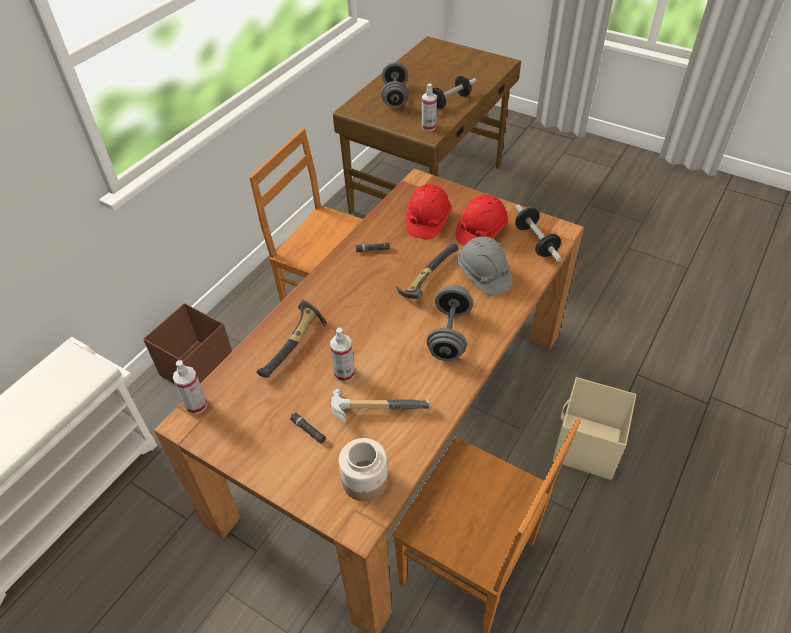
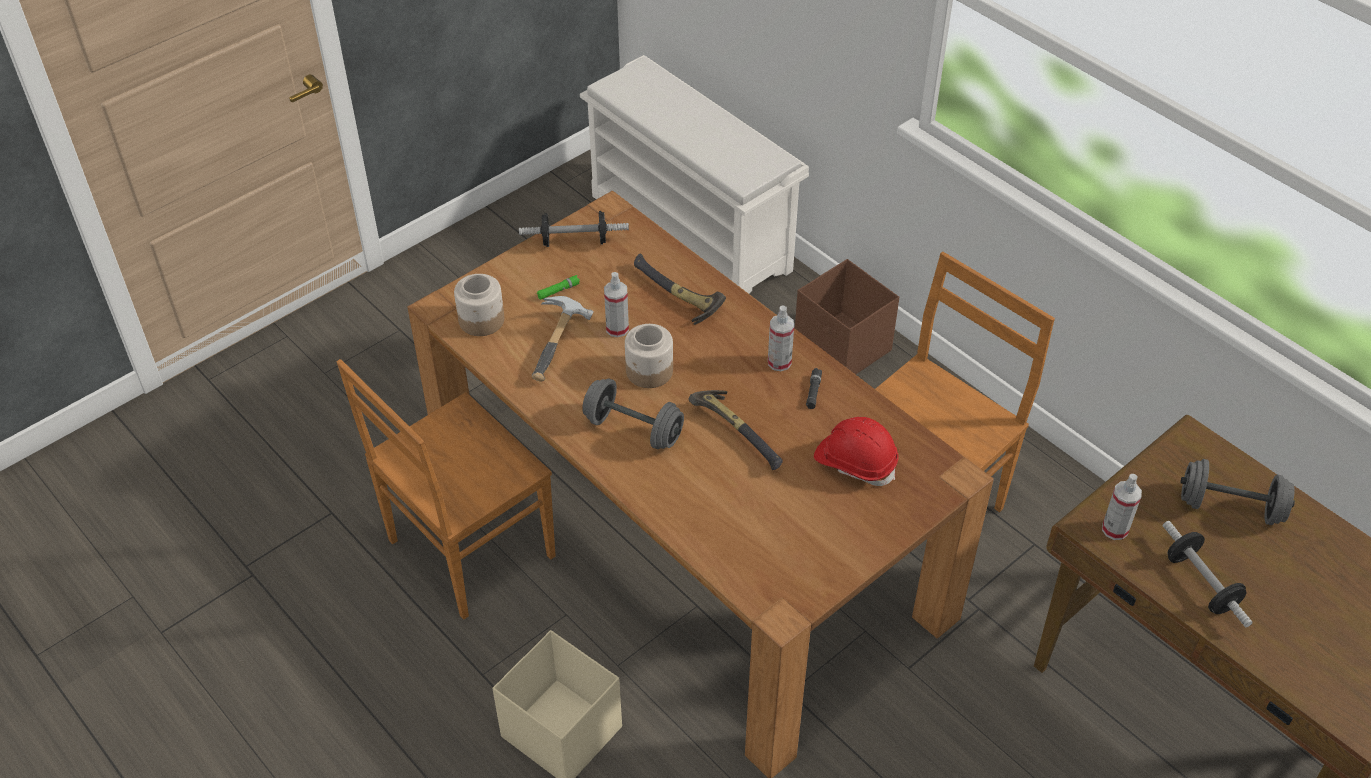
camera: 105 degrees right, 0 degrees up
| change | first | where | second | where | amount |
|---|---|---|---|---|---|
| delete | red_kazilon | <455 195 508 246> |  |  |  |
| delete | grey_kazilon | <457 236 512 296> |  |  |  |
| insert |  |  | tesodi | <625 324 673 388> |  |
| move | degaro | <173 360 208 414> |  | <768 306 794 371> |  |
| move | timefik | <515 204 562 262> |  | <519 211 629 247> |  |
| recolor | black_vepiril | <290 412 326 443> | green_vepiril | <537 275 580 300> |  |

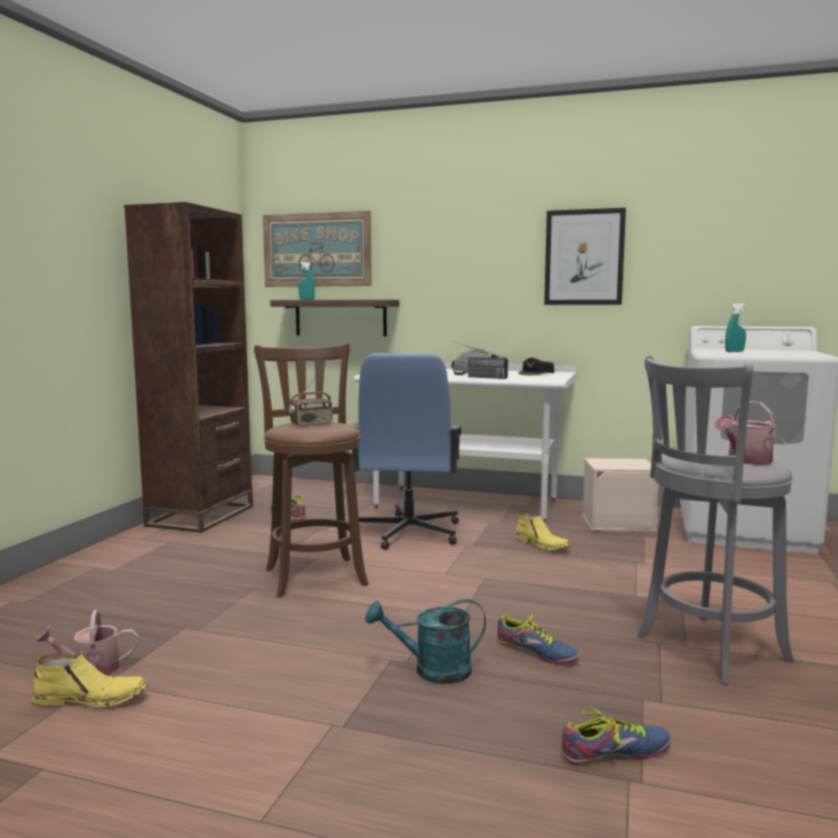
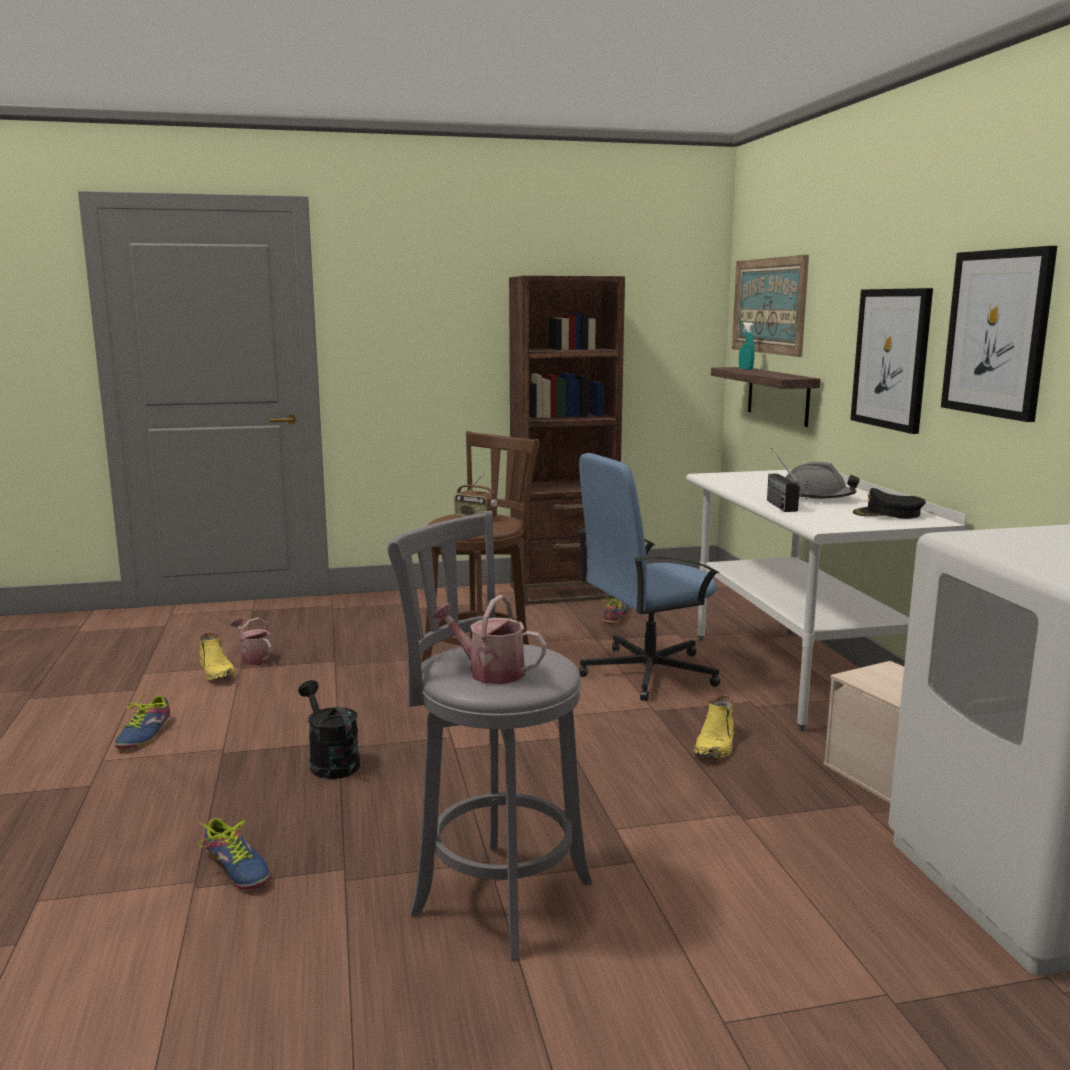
camera: 60 degrees right, 5 degrees up
| change | first | where | second | where | amount |
|---|---|---|---|---|---|
| delete | turquoise_degaro | <725 304 746 352> |  |  |  |
| insert |  |  | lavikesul | <850 288 933 434> |  |
| move | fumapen | <497 614 579 664> |  | <115 694 171 748> |  |
| recolor | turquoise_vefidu | <365 599 486 684> | black_vefidu | <298 680 360 779> |  |

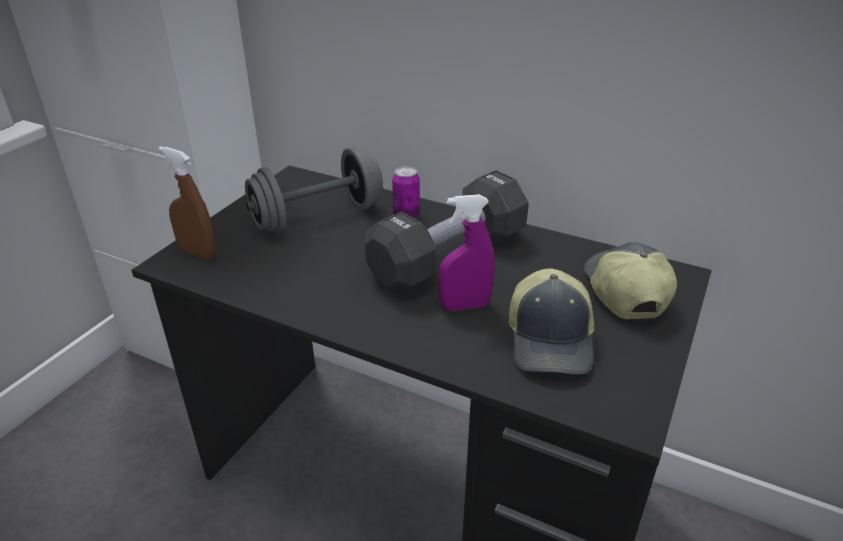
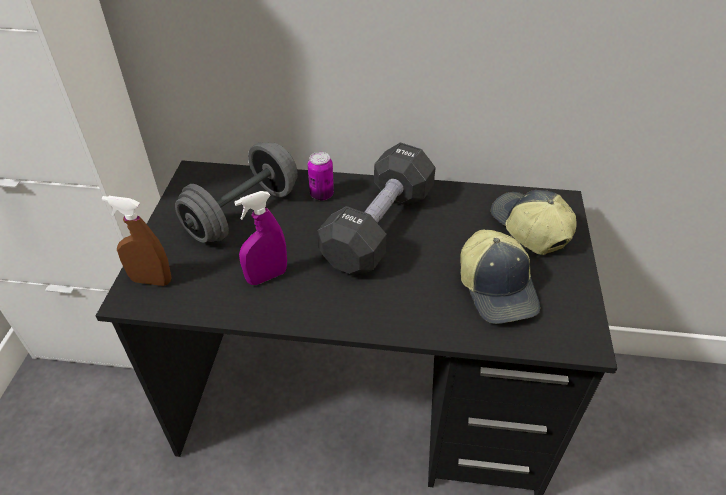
camera: 20 degrees left, 10 degrees up
| change | first | where | second | where | amount |
|---|---|---|---|---|---|
| move | purple_degaro | <438 194 494 311> |  | <234 191 287 285> |  |

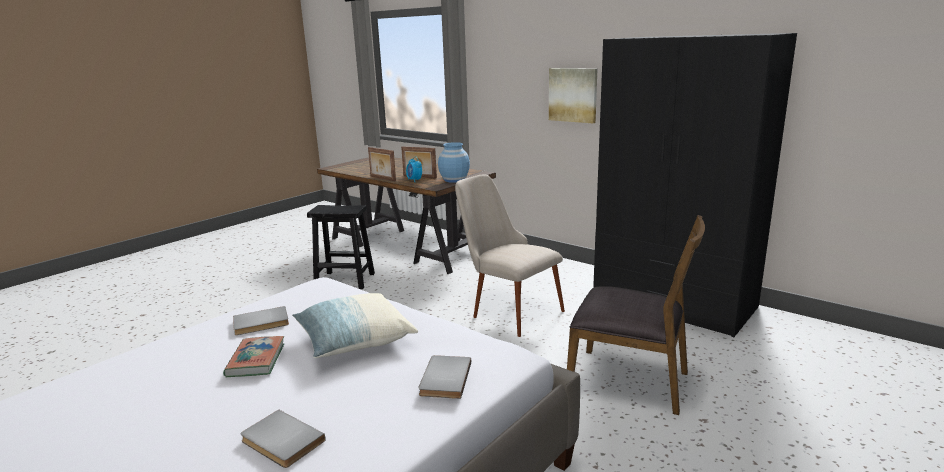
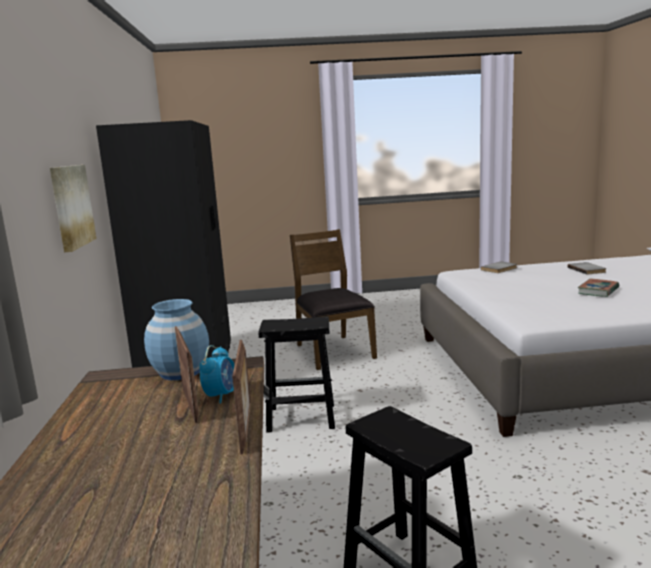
camera: 135 degrees left, 5 degrees down
| change | first | where | second | where | amount |
|---|---|---|---|---|---|
| delete | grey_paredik | <233 306 289 335> |  |  |  |
| delete | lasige | <292 293 418 358> |  |  |  |
| replace | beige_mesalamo | <455 174 565 337> | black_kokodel | <258 316 335 433> |  |

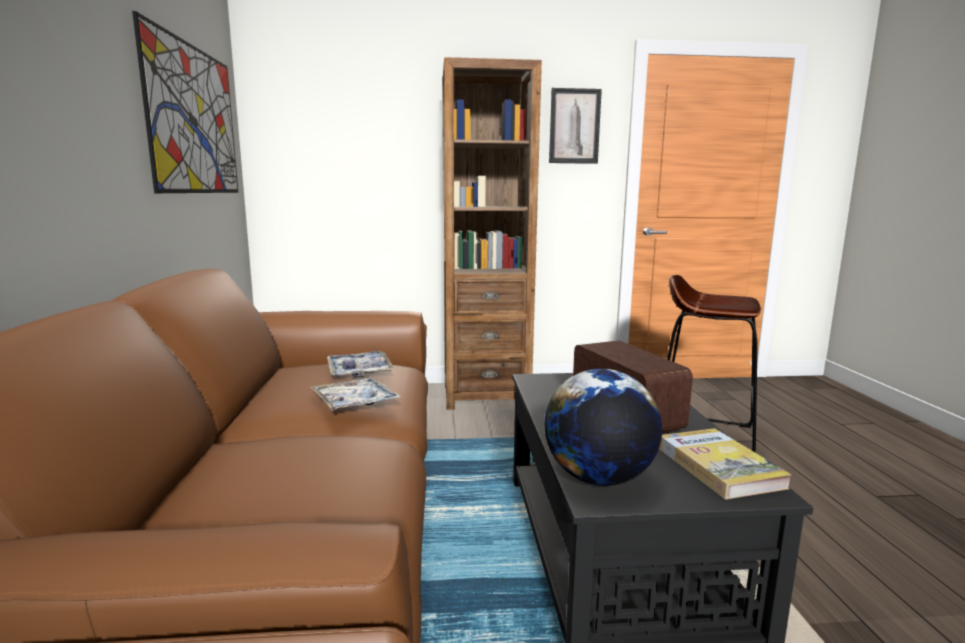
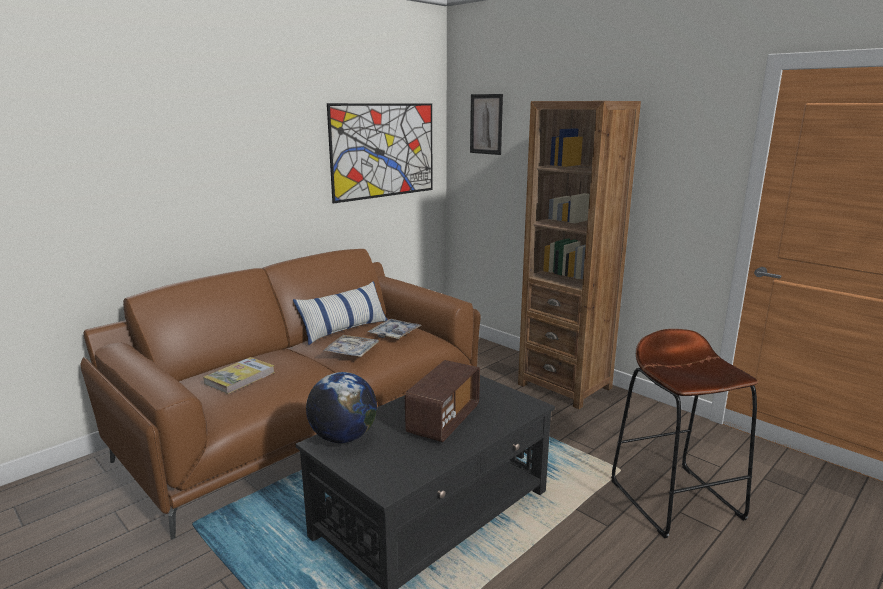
camera: 50 degrees right, 5 degrees up
| change | first | where | second | where | amount |
|---|---|---|---|---|---|
| insert |  |  | lasige | <293 281 388 345> |  |
| move | lavikesul | <549 88 602 164> |  | <470 94 503 155> |  |
| move | paredik | <659 428 792 500> |  | <203 357 275 394> |  |

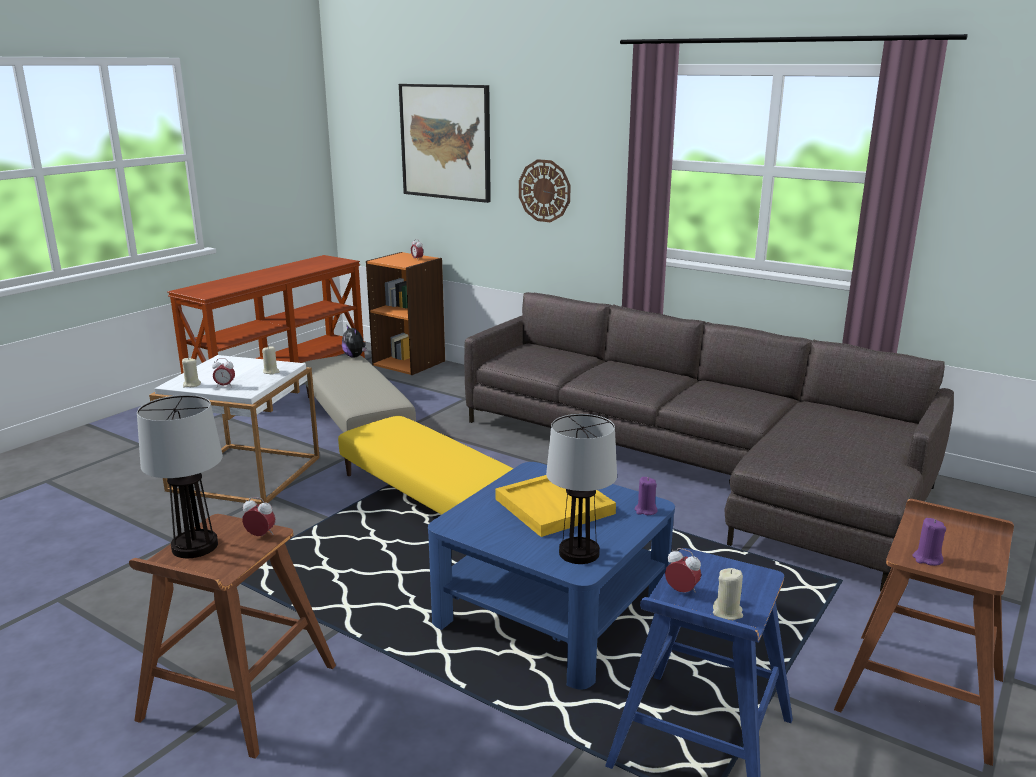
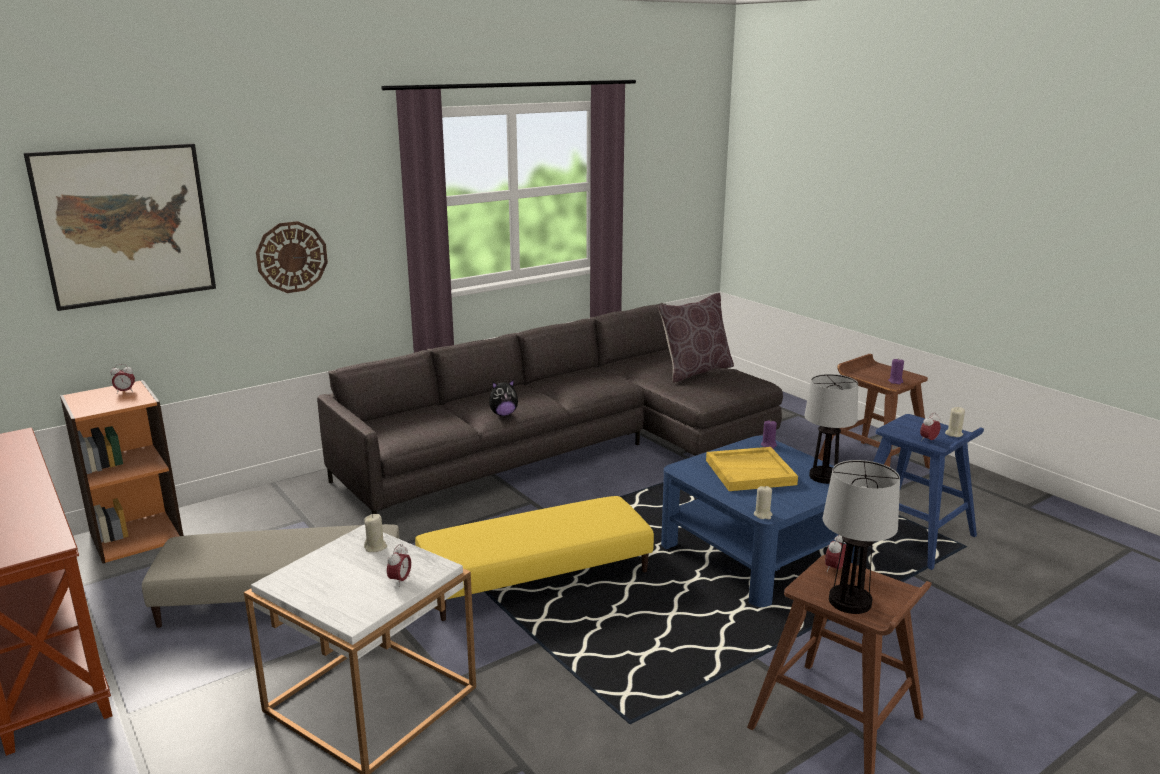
camera: 70 degrees left, 0 degrees up
| change | first | where | second | where | amount |
|---|---|---|---|---|---|
| insert |  |  | brown_lasige | <658 293 734 383> |  |
| move | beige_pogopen | <182 357 201 388> |  | <754 486 772 519> |  |
| move | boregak | <342 324 367 358> |  | <489 380 518 416> |  |

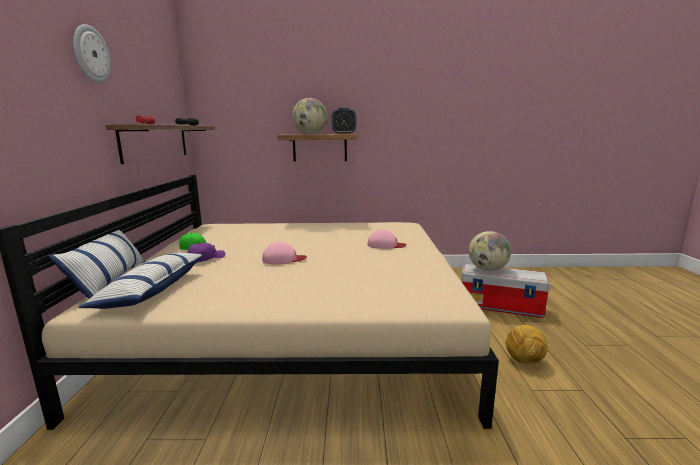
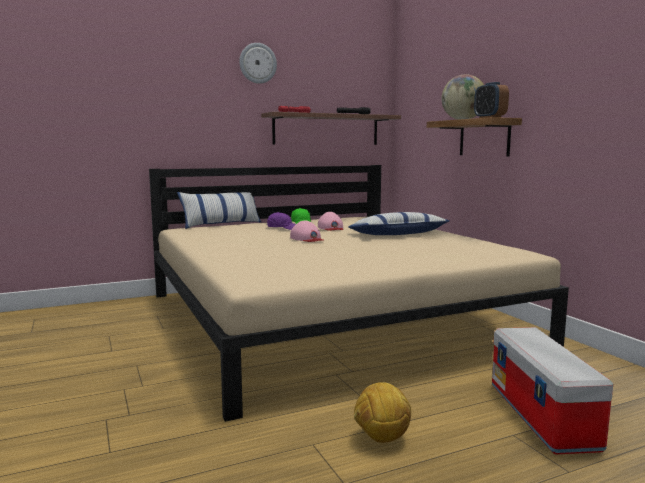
camera: 65 degrees right, 5 degrees down
| change | first | where | second | where | amount |
|---|---|---|---|---|---|
| delete | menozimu | <469 231 511 271> |  |  |  |
| move | lasige | <78 253 205 309> |  | <348 212 449 235> |  |
| move | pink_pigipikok | <367 229 407 249> |  | <318 212 343 231> |  |

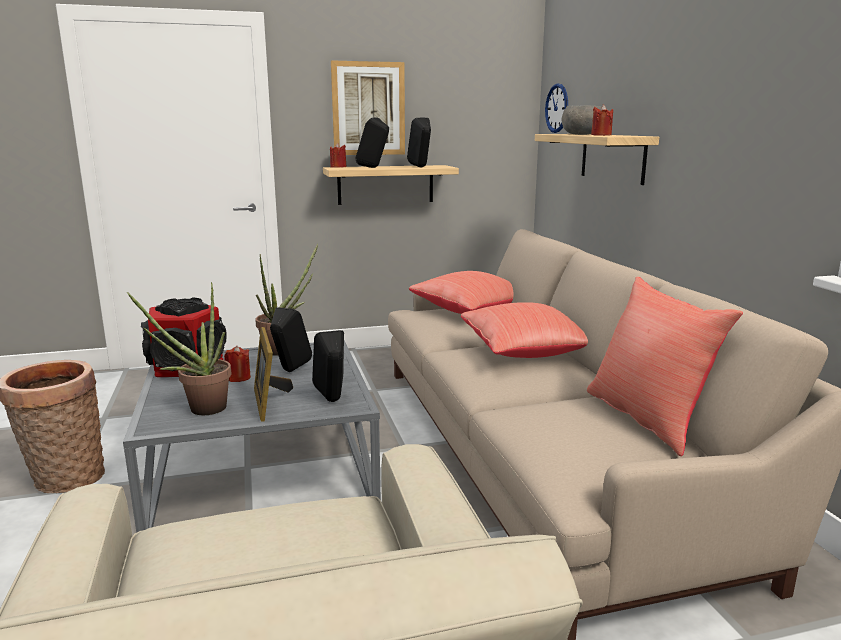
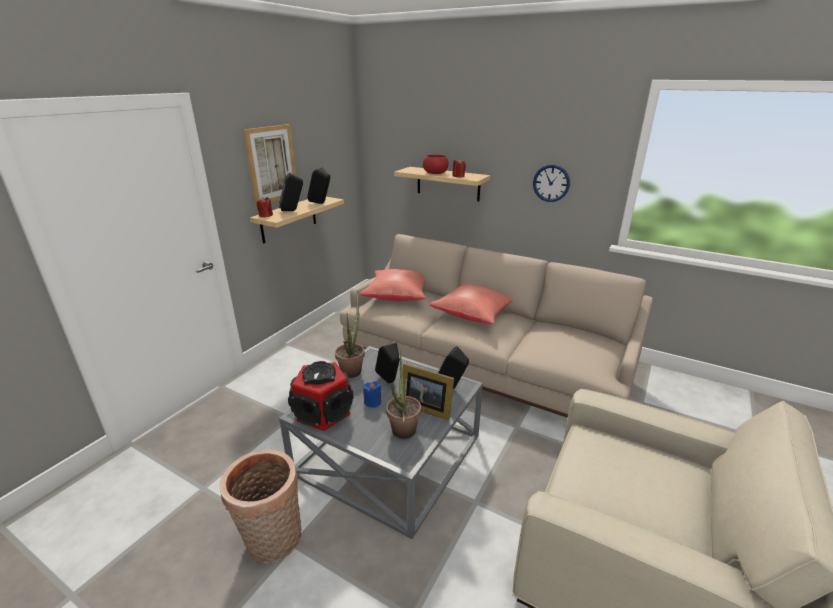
camera: 45 degrees left, 10 degrees up
| change | first | where | second | where | amount |
|---|---|---|---|---|---|
| delete | red_lasige | <587 277 743 456> |  |  |  |
| move | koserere | <545 83 568 133> |  | <533 165 570 202> |  |
| recolor | red_pogopen | <224 346 251 382> | blue_pogopen | <363 381 381 408> |  |
| recolor | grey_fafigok | <561 105 602 135> | red_fafigok | <423 155 449 174> |  |

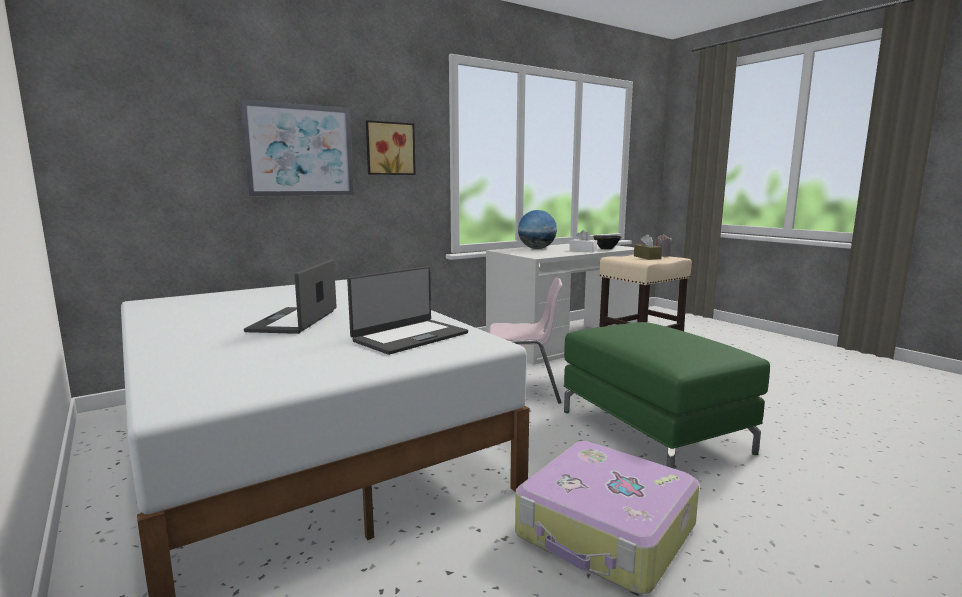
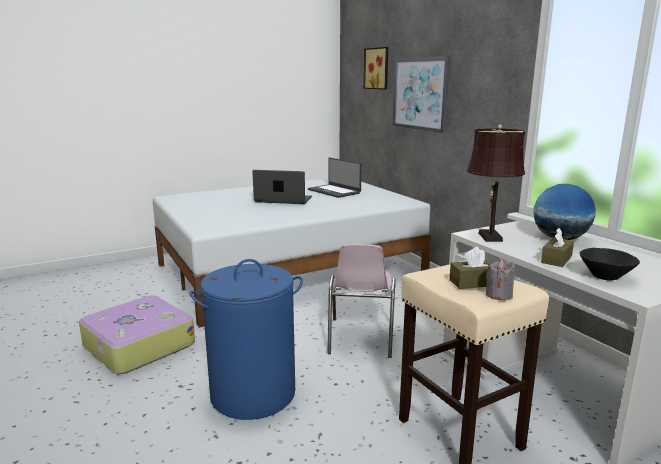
camera: 95 degrees right, 5 degrees up
| change | first | where | second | where | amount |
|---|---|---|---|---|---|
| insert |  |  | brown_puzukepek | <467 125 525 242> |  |
| move | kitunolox | <347 266 468 355> |  | <308 158 362 198> |  |
| move | lavikesul | <366 120 416 175> |  | <364 47 388 90> |  |
| replace | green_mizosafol | <564 322 770 469> | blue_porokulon | <190 259 303 420> |  |
| recolor | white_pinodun | <569 230 597 252> | brown_pinodun | <541 228 574 267> |  |

